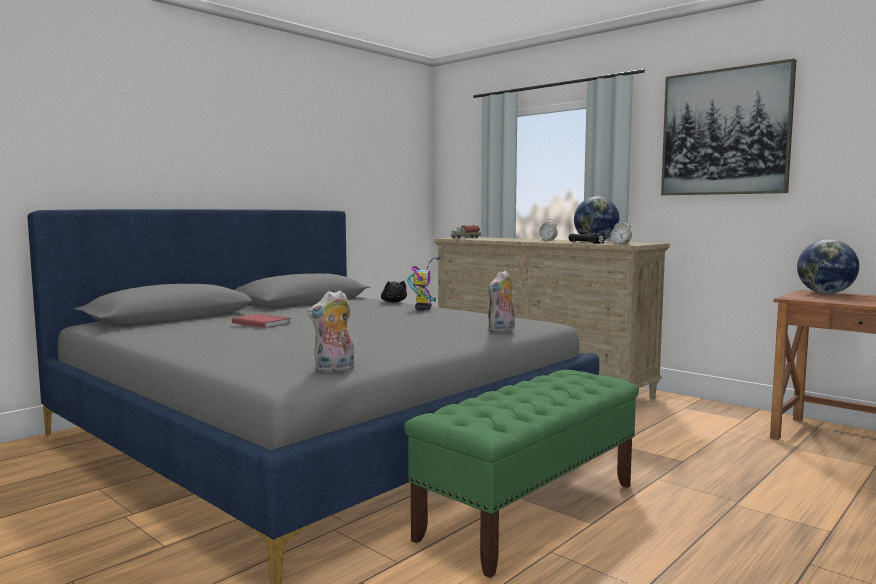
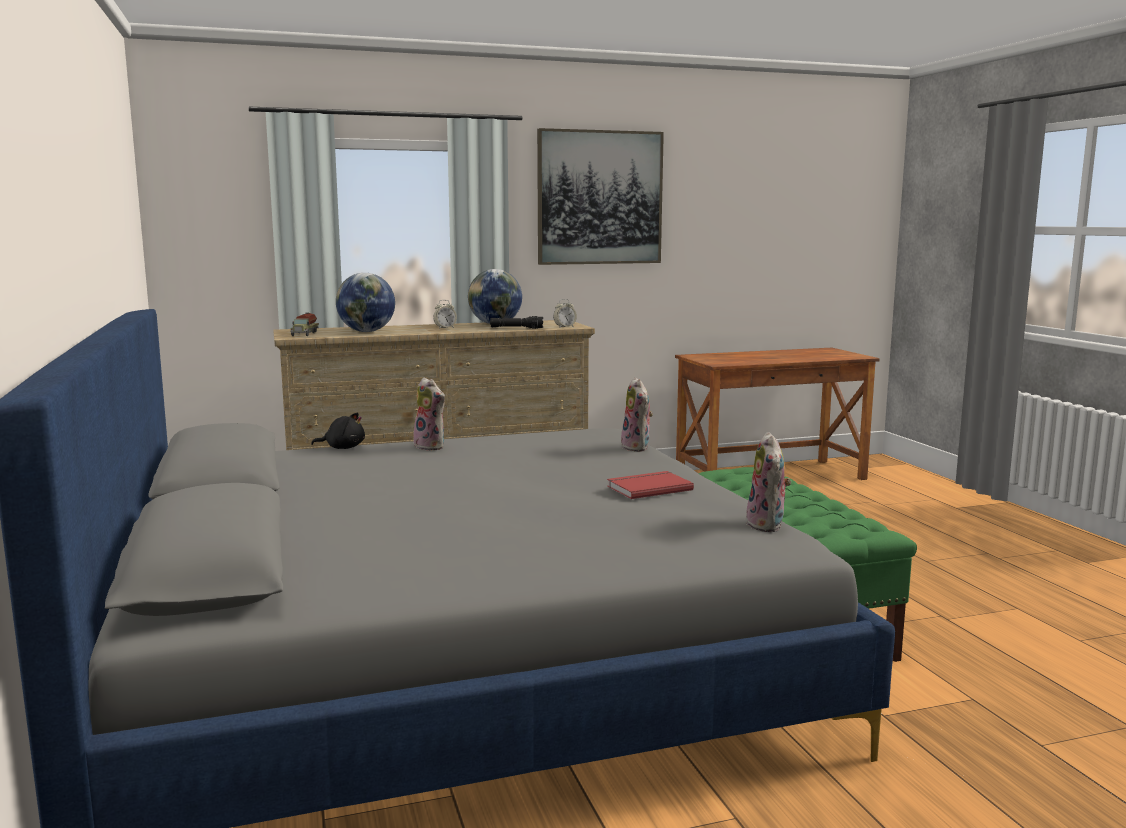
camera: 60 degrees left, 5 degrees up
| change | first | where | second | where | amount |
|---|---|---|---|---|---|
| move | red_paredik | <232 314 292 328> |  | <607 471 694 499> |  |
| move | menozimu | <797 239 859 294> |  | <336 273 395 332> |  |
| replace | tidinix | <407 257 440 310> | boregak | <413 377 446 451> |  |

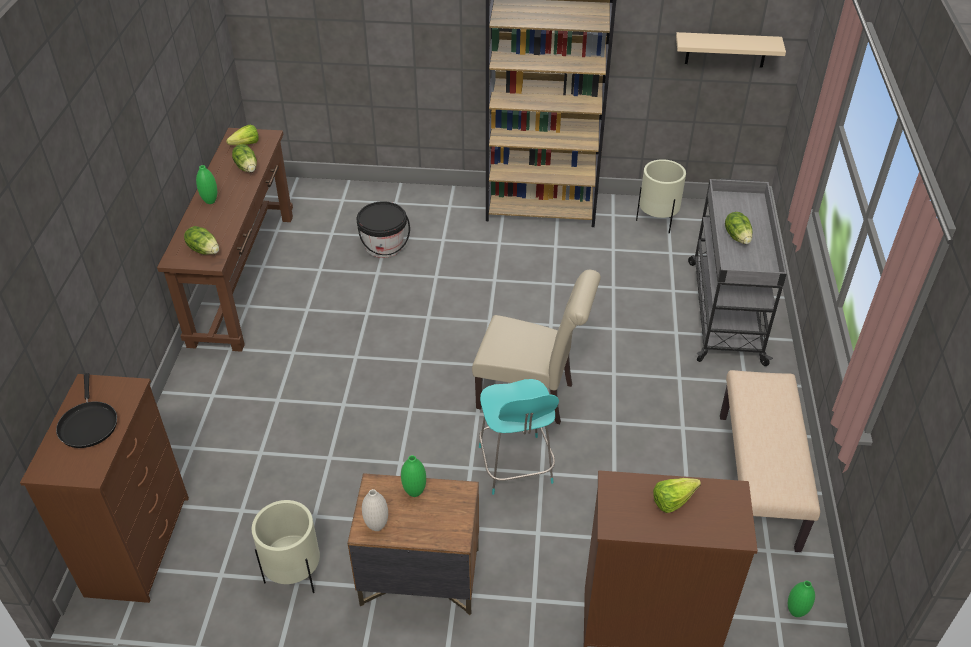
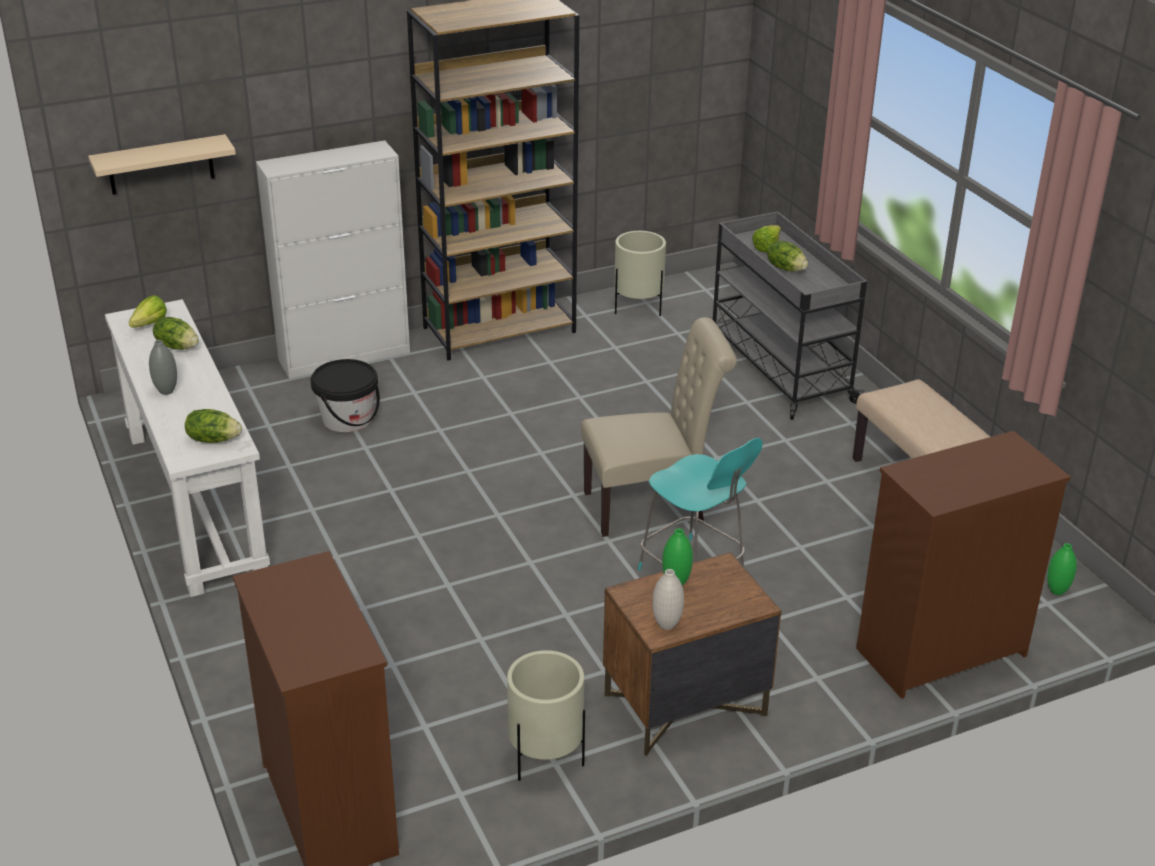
camera: 30 degrees left, 10 degrees down
| change | first | where | second | where | amount |
|---|---|---|---|---|---|
| delete | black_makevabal | <56 373 117 448> |  |  |  |
| insert |  |  | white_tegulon | <256 140 410 379> |  |
| move | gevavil | <653 478 701 513> |  | <752 225 781 252> |  |
| move | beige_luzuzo | <676 32 786 67> |  | <88 134 236 195> |  |
| recolor | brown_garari | <157 128 293 352> | white_garari | <105 299 270 597> |  |
| recolor | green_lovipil | <196 165 217 204> | grey_lovipil | <149 340 177 395> |  |

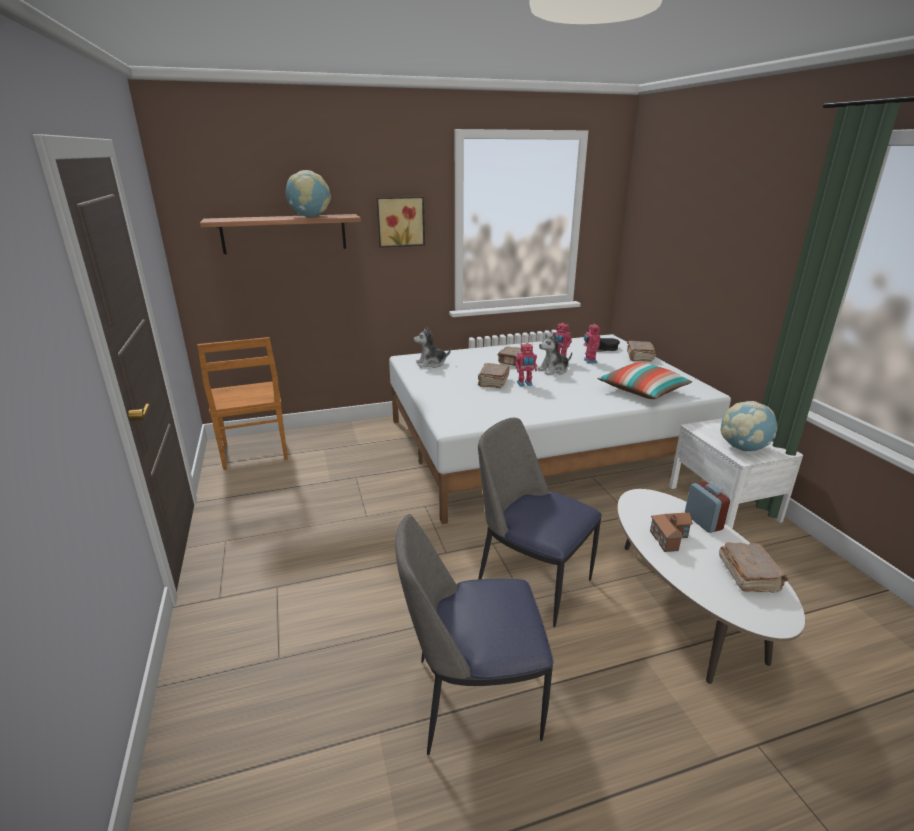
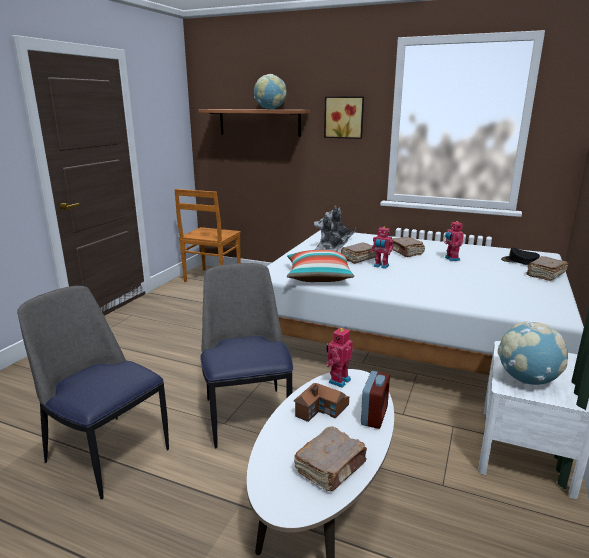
camera: 40 degrees right, 5 degrees down
| change | first | where | second | where | amount |
|---|---|---|---|---|---|
| move | boregak | <537 333 572 375> |  | <314 214 348 251> |  |
| move | tidinix | <584 324 600 364> |  | <325 326 353 388> |  |
| move | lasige | <597 362 692 399> |  | <287 250 354 282> |  |

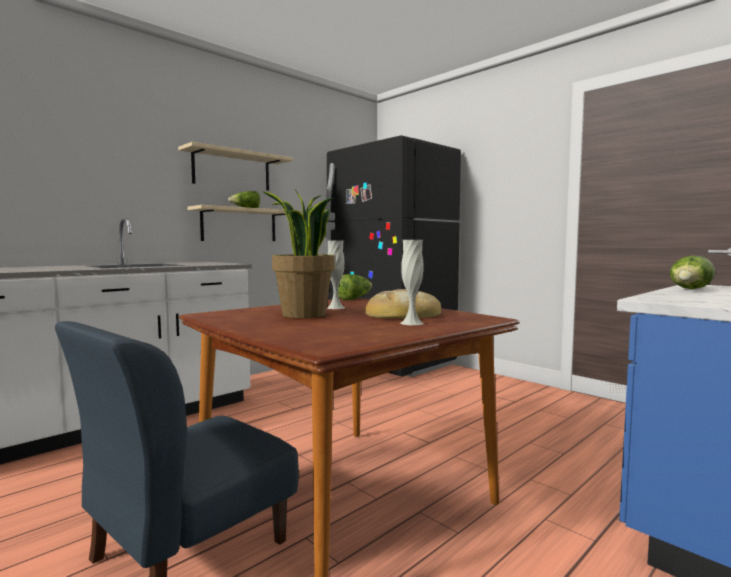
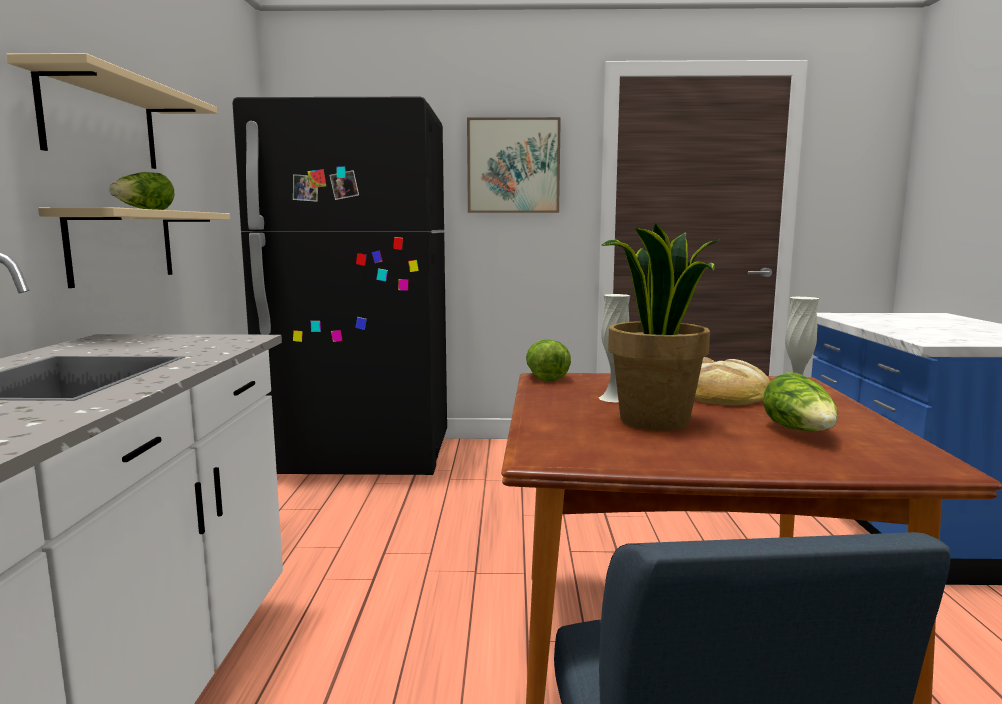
camera: 45 degrees left, 5 degrees up
| change | first | where | second | where | amount |
|---|---|---|---|---|---|
| insert |  |  | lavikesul | <467 117 561 213> |  |
| move | gevavil | <669 256 715 289> |  | <763 372 838 431> |  |

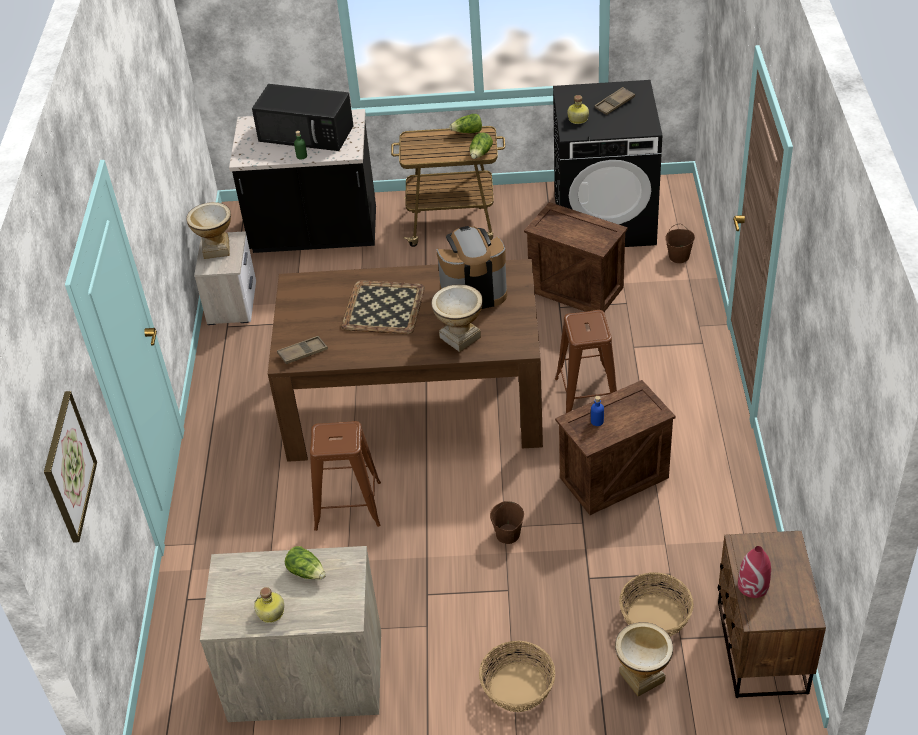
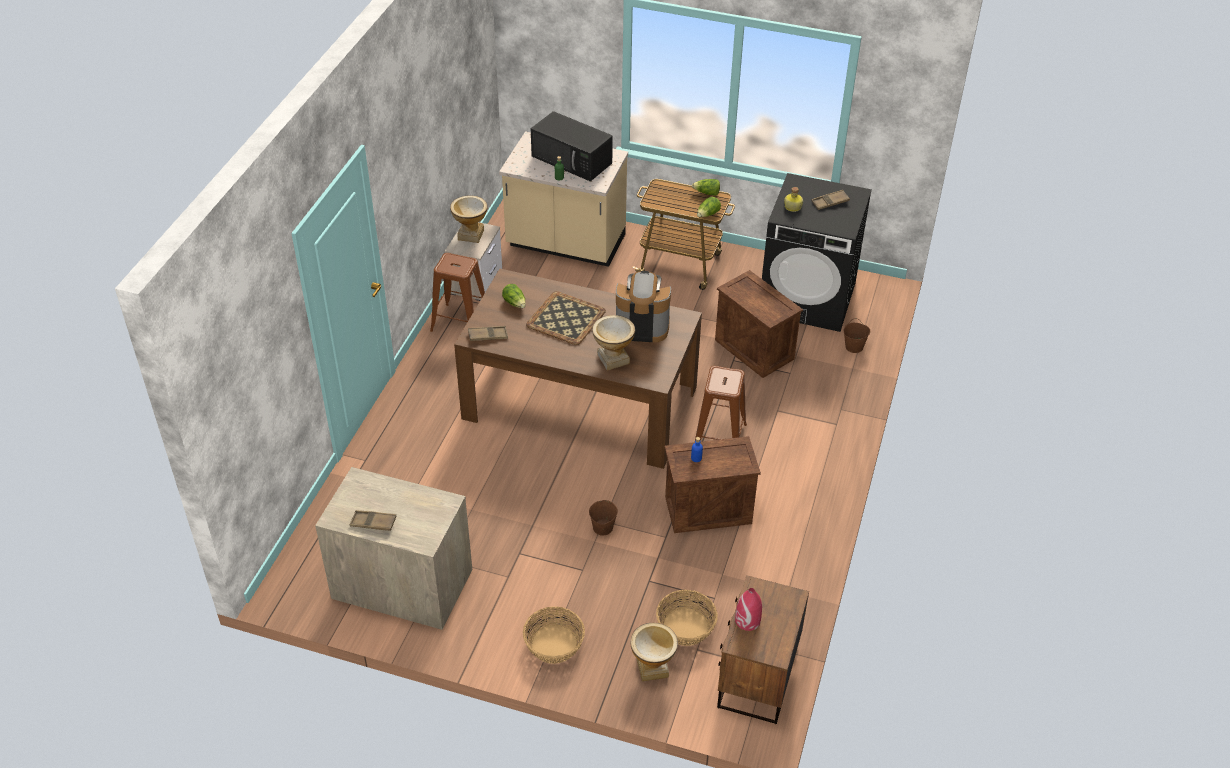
camera: 15 degrees right, 0 degrees up
| change | first | where | second | where | amount |
|---|---|---|---|---|---|
| delete | lavikesul | <44 391 97 543> |  |  |  |
| move | gevavil | <285 546 326 579> |  | <502 284 526 308> |  |
| move | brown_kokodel | <310 421 381 531> |  | <430 253 485 332> |  |
| replace | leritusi | <254 587 284 623> | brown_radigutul | <350 510 397 531> |  |
| recolor | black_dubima | <229 109 376 253> | beige_dubima | <499 131 628 267> |  |

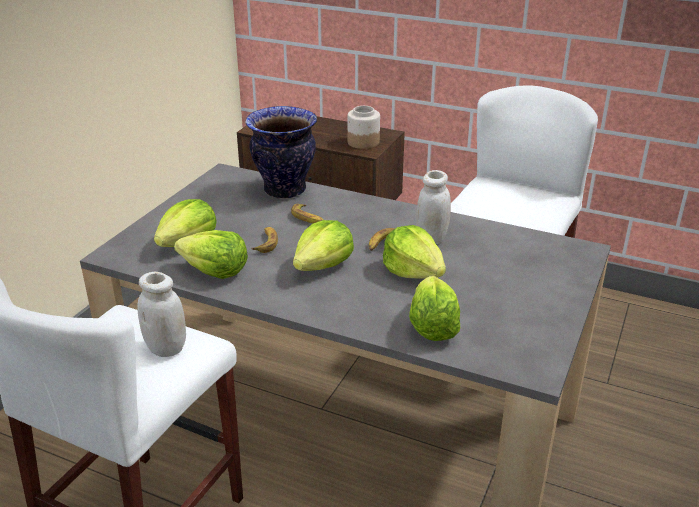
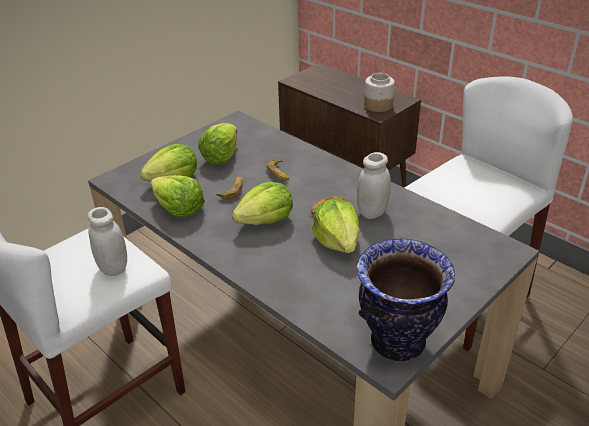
camera: 20 degrees right, 5 degrees up
| change | first | where | second | where | amount |
|---|---|---|---|---|---|
| move | lovipil | <245 106 317 199> |  | <357 239 455 361> |  |
| move | gevavil | <409 276 460 341> |  | <198 123 237 165> |  |

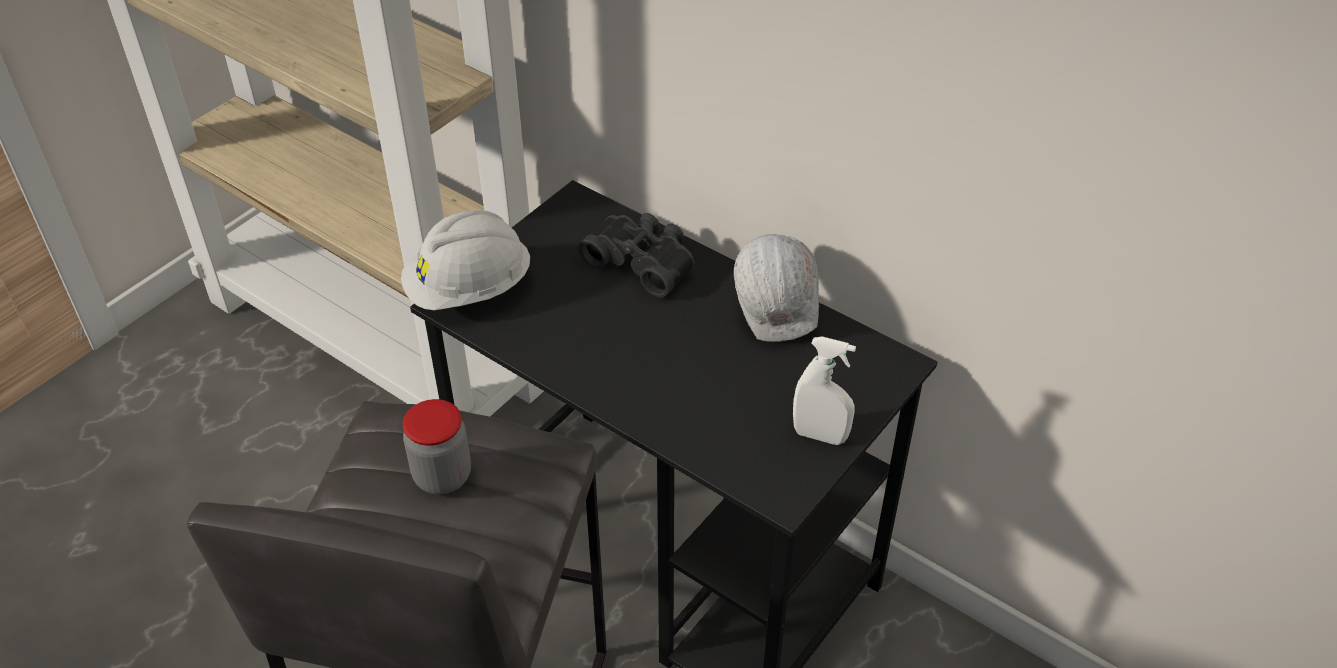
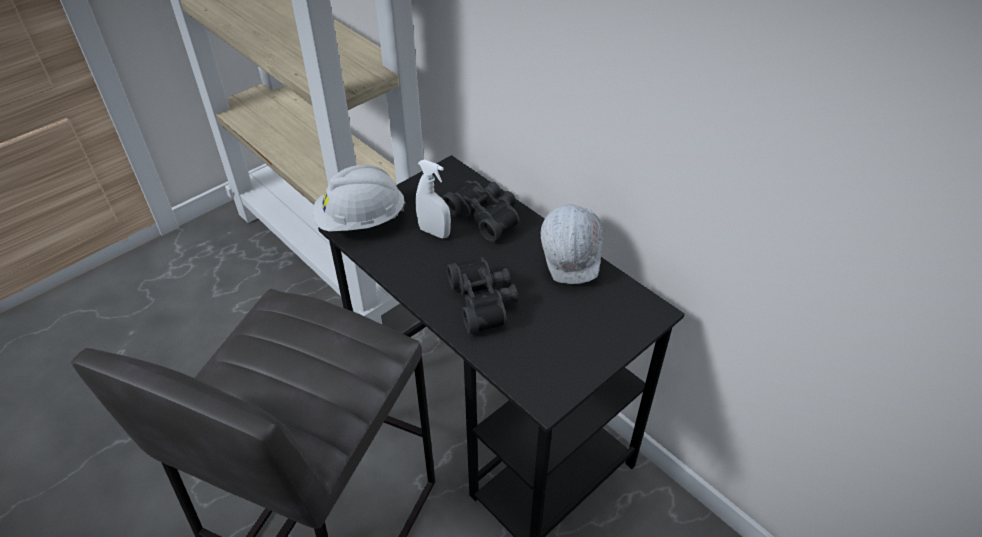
camera: 10 degrees right, 0 degrees up
| change | first | where | second | where | amount |
|---|---|---|---|---|---|
| delete | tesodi | <403 399 471 494> |  |  |  |
| insert |  |  | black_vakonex | <447 257 518 334> |  |
| move | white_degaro | <793 337 856 445> |  | <415 159 451 238> |  |

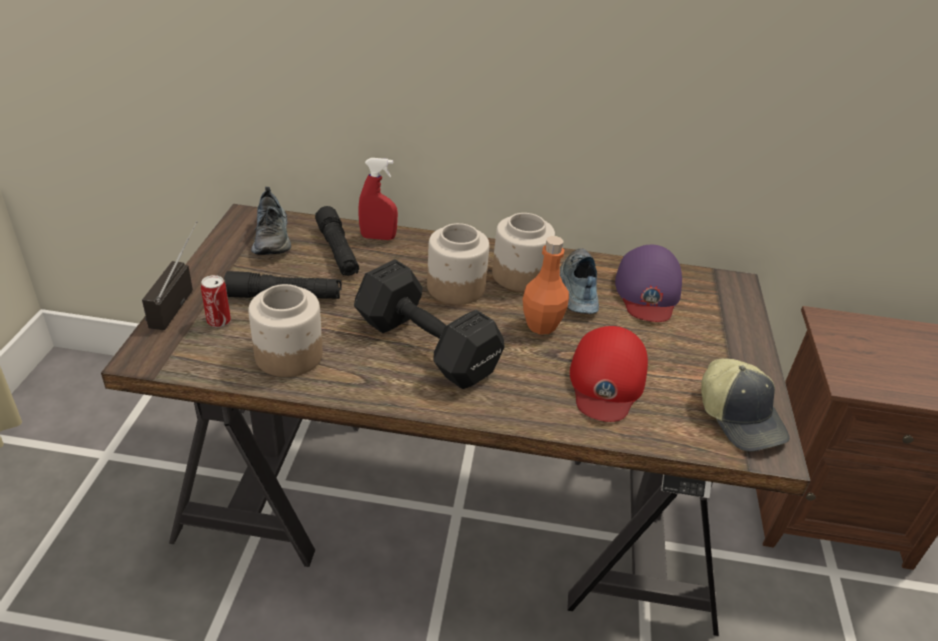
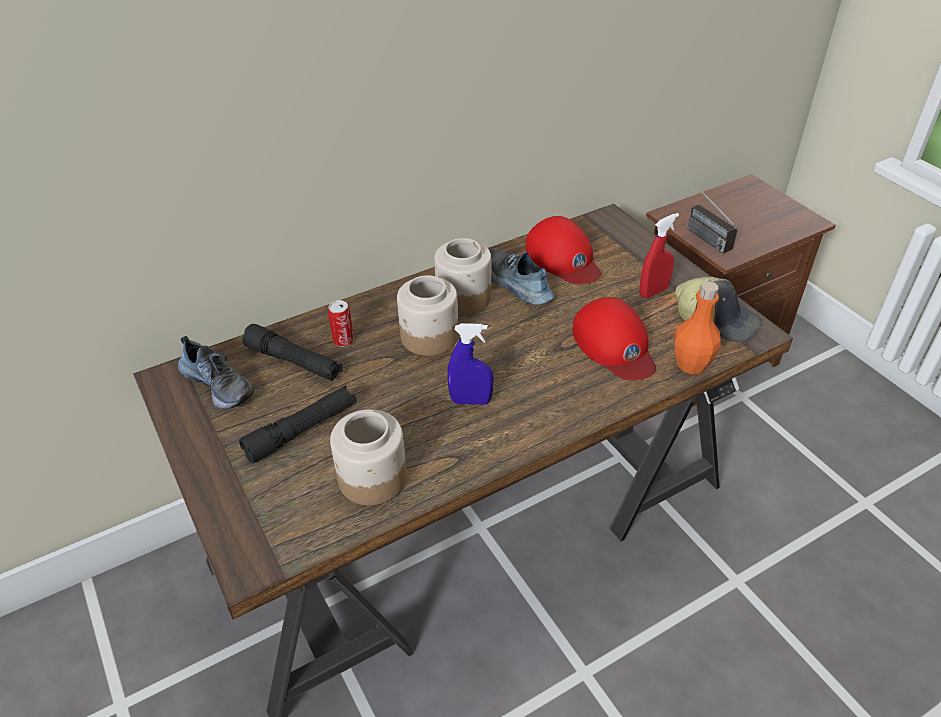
camera: 35 degrees left, 5 degrees up
| change | first | where | second | where | amount |
|---|---|---|---|---|---|
| move | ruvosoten | <142 221 197 330> |  | <684 174 738 254> |  |
| move | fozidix | <201 275 231 328> |  | <328 300 354 347> |  |
| move | red_degaro | <358 158 398 240> |  | <639 213 679 298> |  |
| move | orange_leritusi | <523 236 569 334> |  | <674 281 721 374> |  |
| replace | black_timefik | <354 259 504 389> | blue_degaro | <448 323 494 405> |  |
| recolor | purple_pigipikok | <615 245 682 322> | red_pigipikok | <526 216 601 284> |  |

